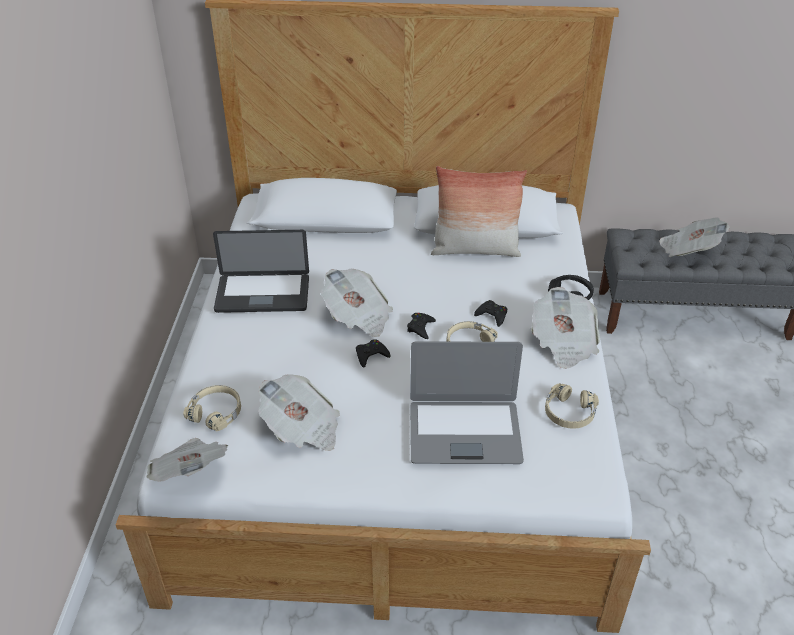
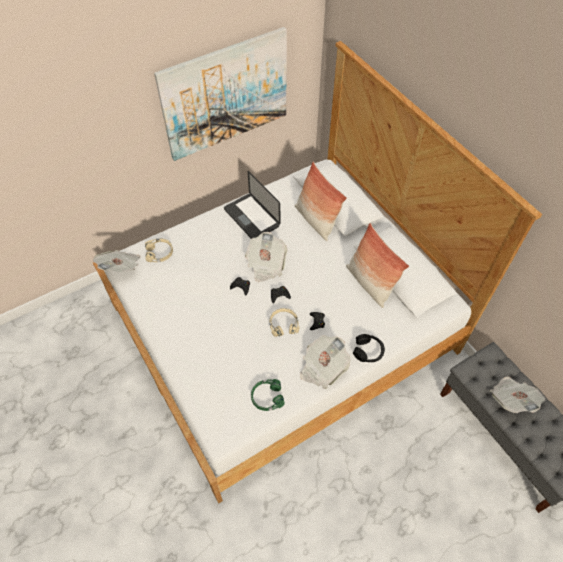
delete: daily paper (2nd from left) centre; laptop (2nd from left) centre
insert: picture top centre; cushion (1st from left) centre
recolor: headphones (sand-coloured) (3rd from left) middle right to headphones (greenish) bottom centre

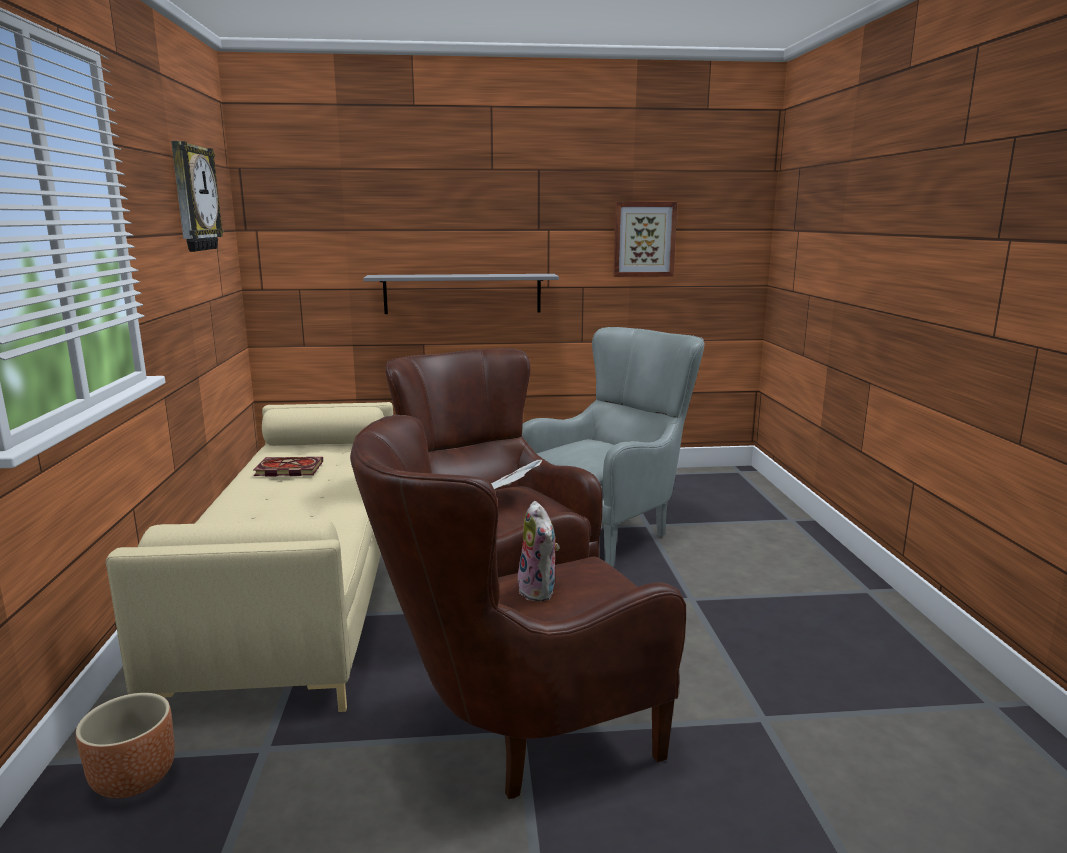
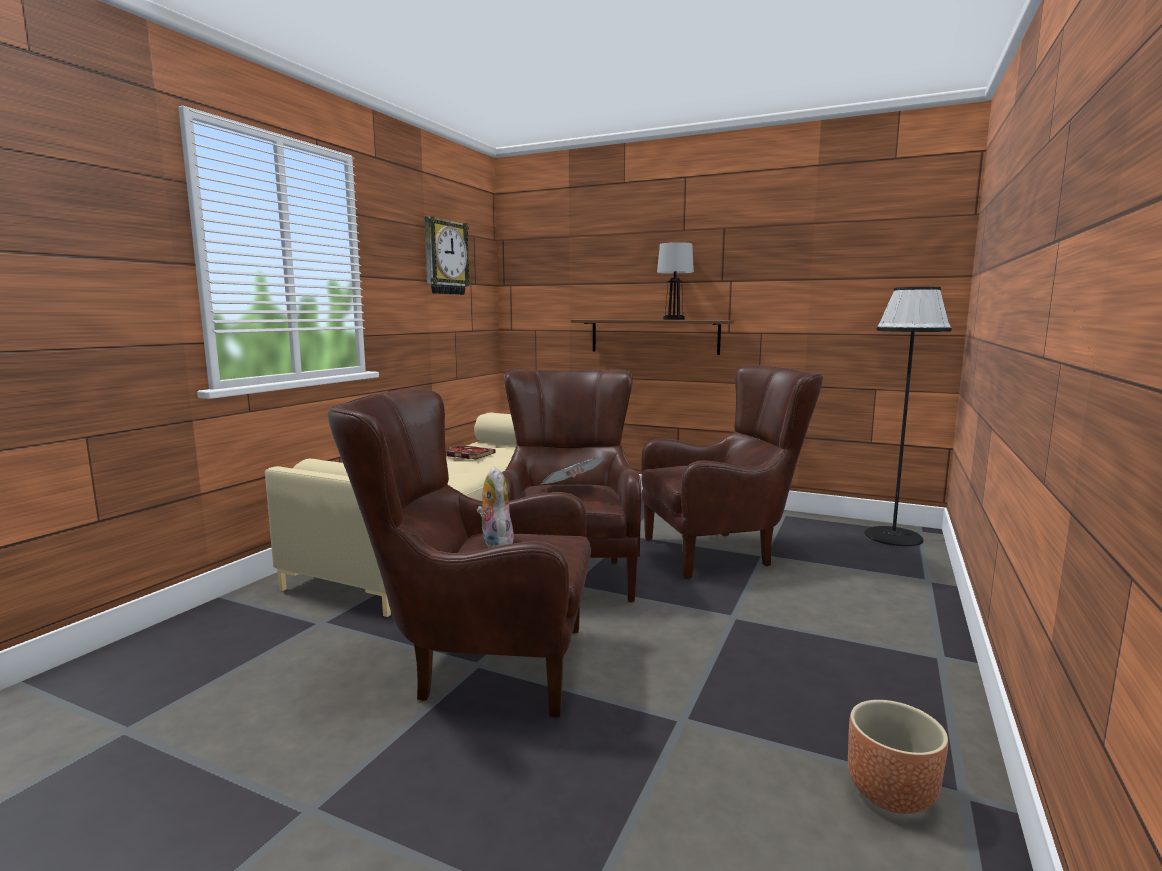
delete: picture top centre
insert: tabletop lamp top centre; floor lamp (black) middle right
move: flower pot (brown) bottom left to bottom right
recolor: wall shelf (gray) centre to wall shelf (brown) centre; armchair (gray) centre to armchair (brown) (3rd from left) centre
rotate: plush toy centre = centre 150 degrees clockwise

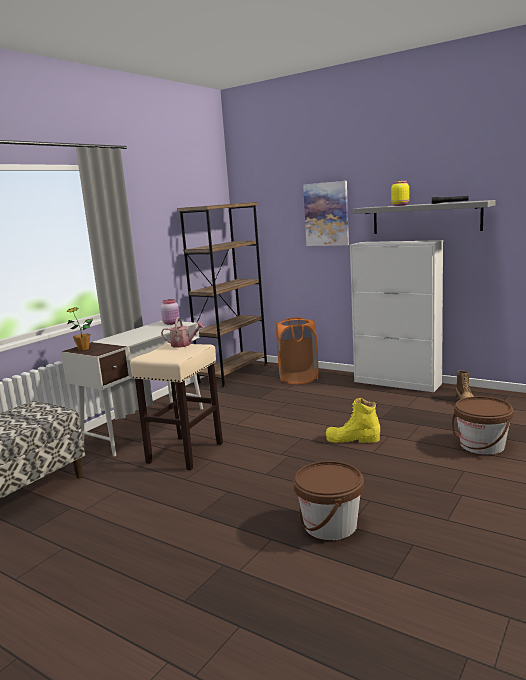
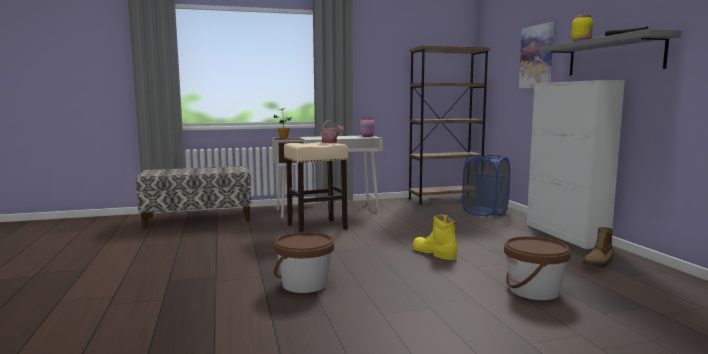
recolor: hamper (orangey) centre to hamper (blue) middle right

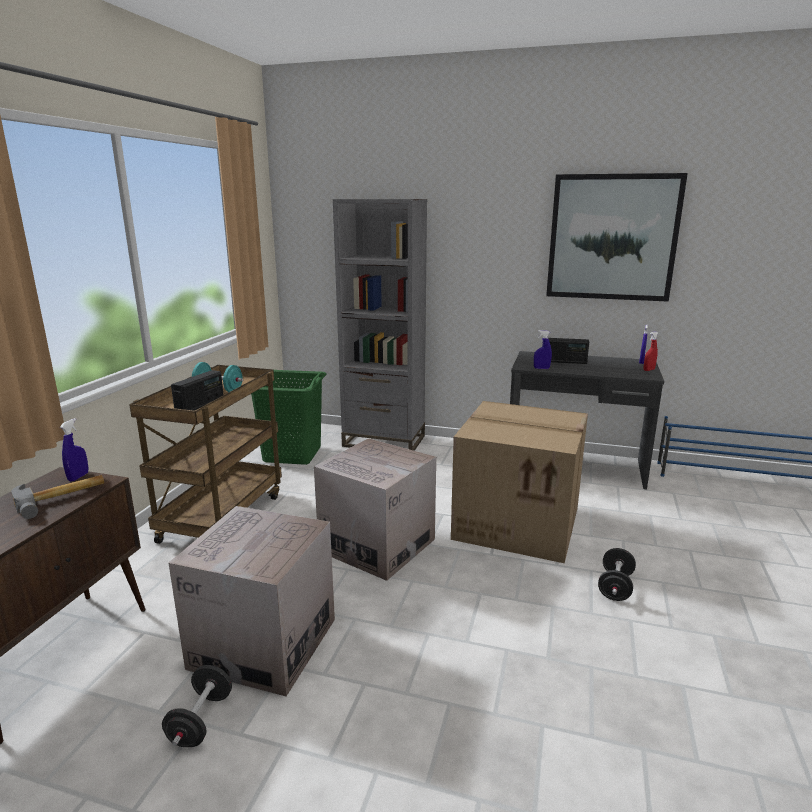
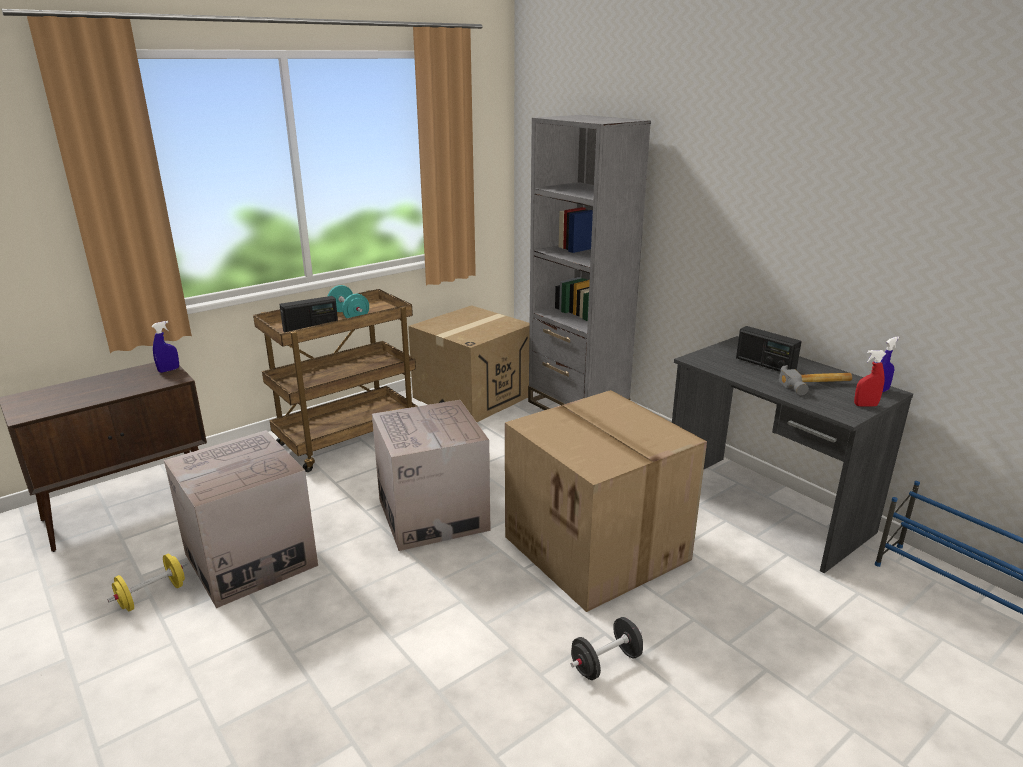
delete: hand sprayer (blue) (2nd from left) middle right; picture top right
move: tool hammer middle left to middle right
replace: hamper (greenish) centre to packing box (3rd from left) centre
recolor: free weight (black) (1st from left) bottom left to free weight (yellow-coloured) bottom left

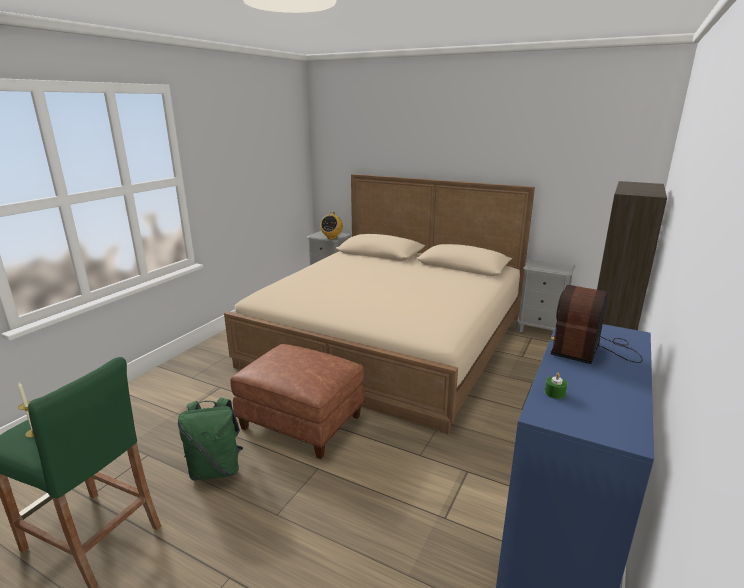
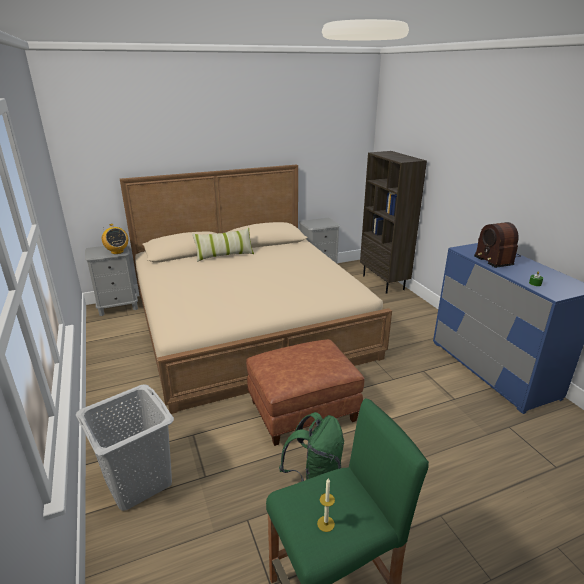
insert: hamper (gray) bottom left; cushion centre

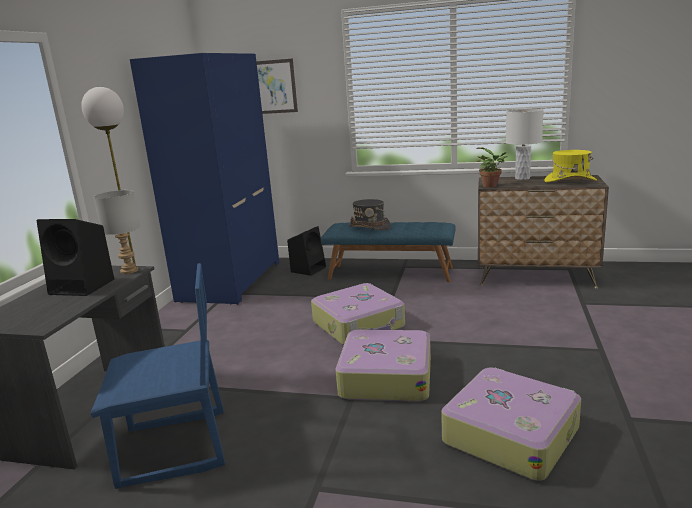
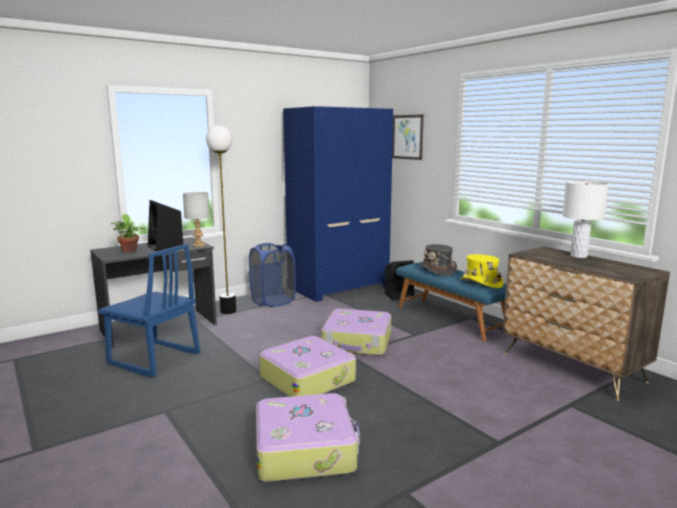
insert: hamper (blue) centre
move: houseplant top right to middle left; clothing hat (yellow-coloured) top right to middle right

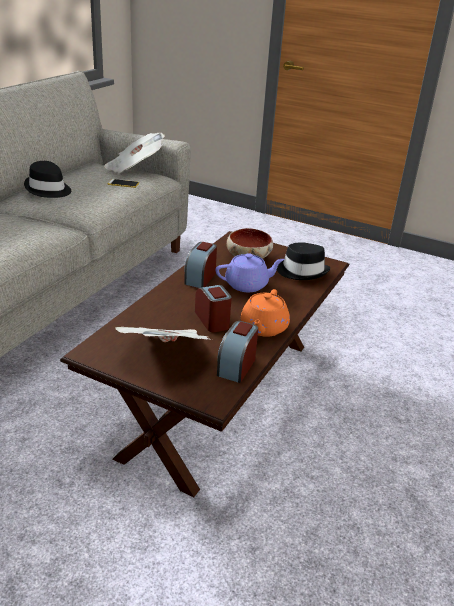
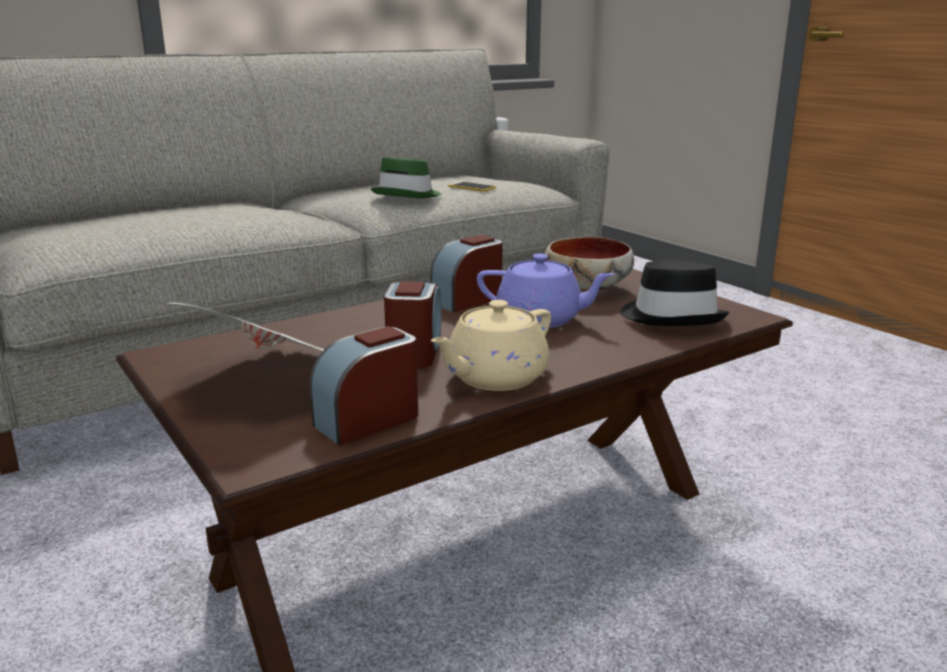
delete: clothing hat (black) (1st from left) top left; daily paper (1st from left) top left
insert: clothing hat (greenish) top centre
recolor: pot for tea (orangey) centre to pot for tea (sand-coloured) centre

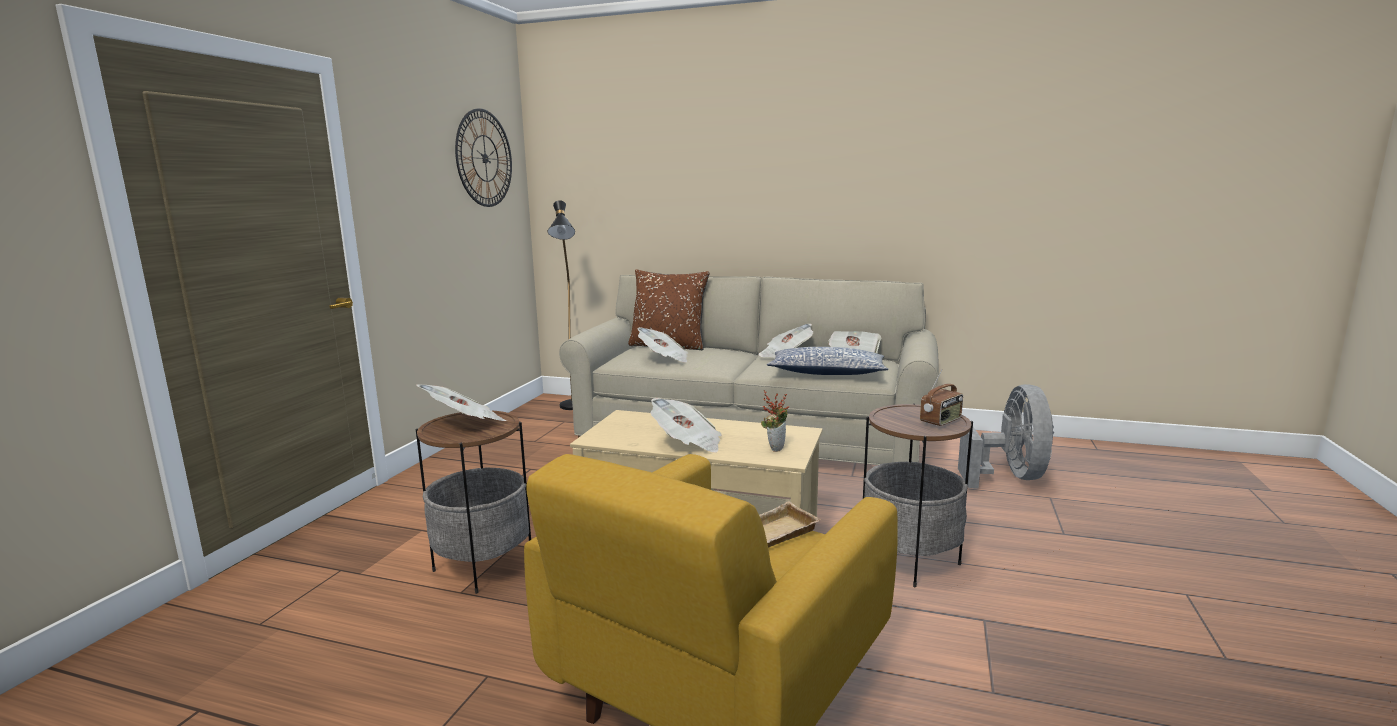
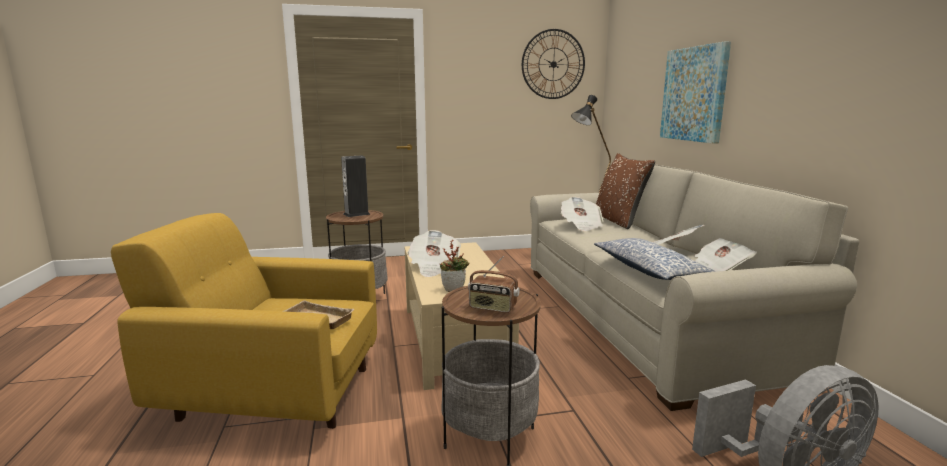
insert: picture top right
replace: daily paper (1st from left) middle left to speaker centre

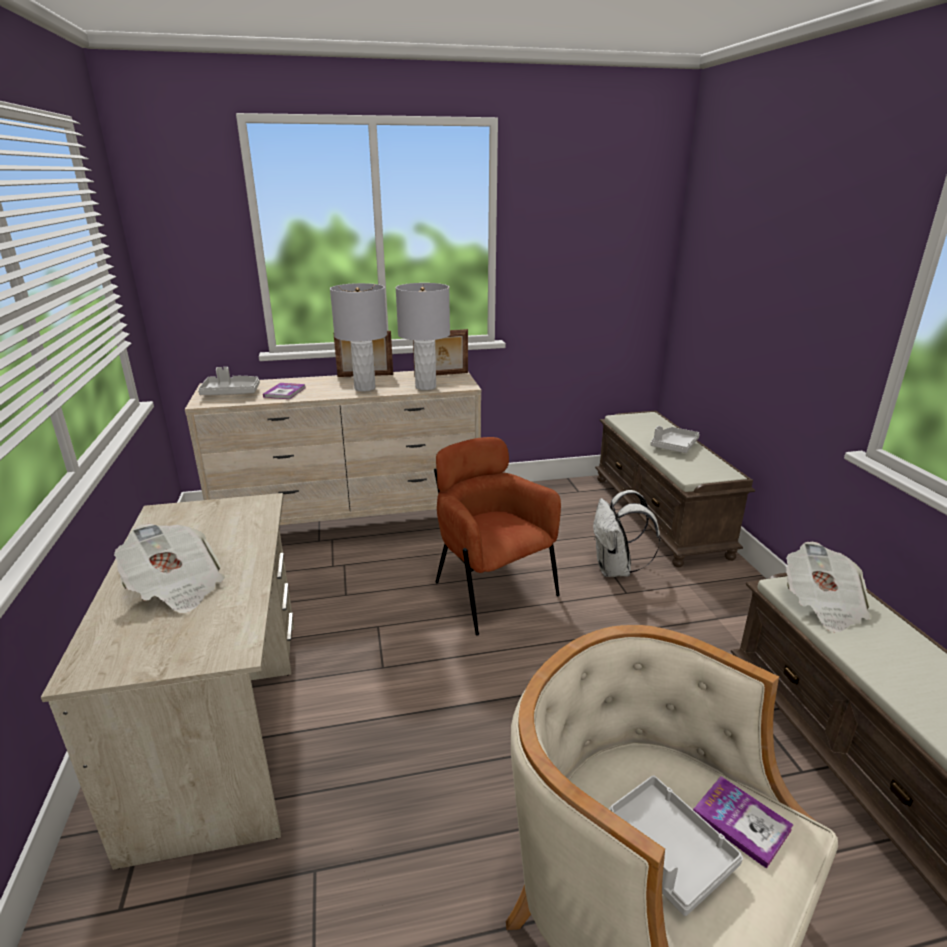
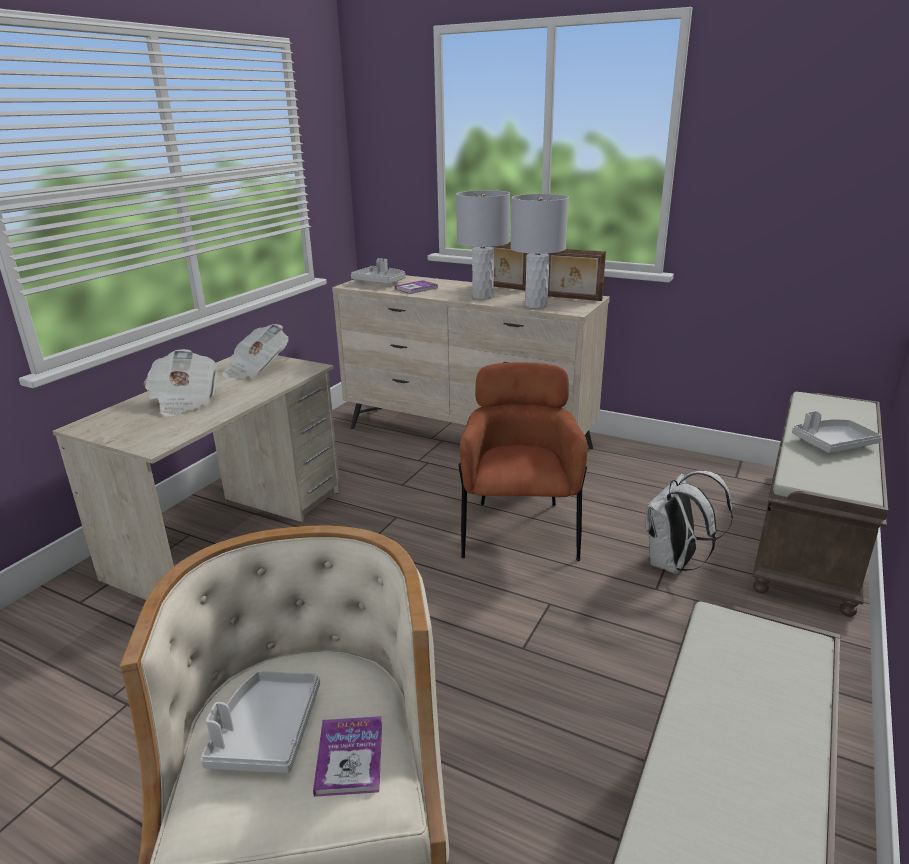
move: daily paper (2nd from left) middle right to middle left

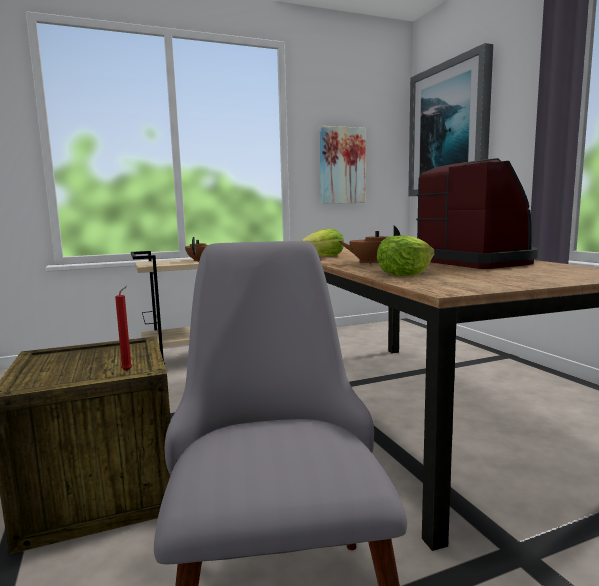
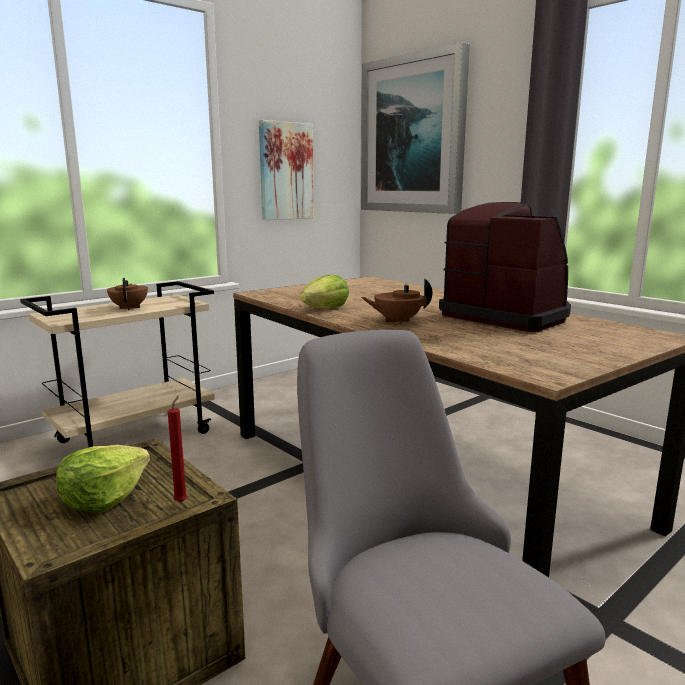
move: lettuce (2nd from left in the first image) middle right to lettuce (1st from left) bottom left

